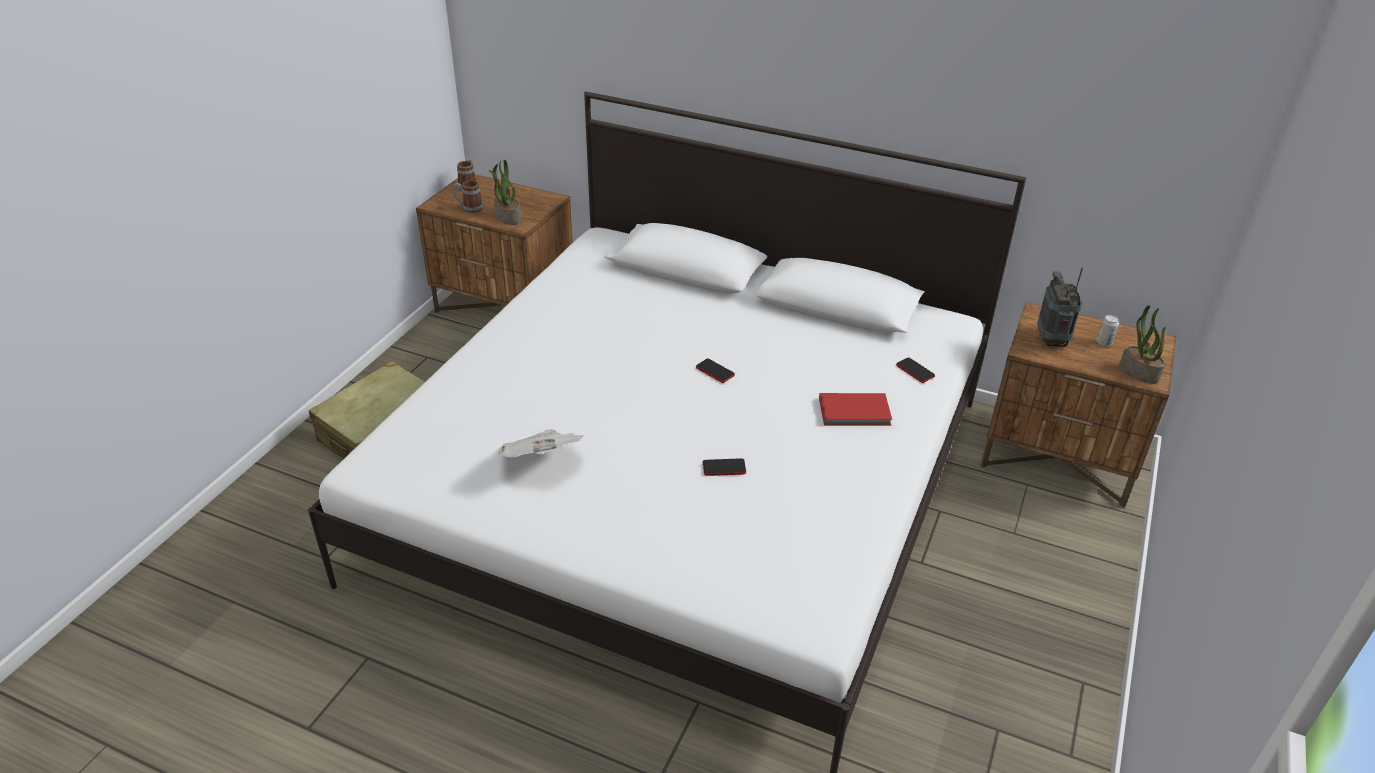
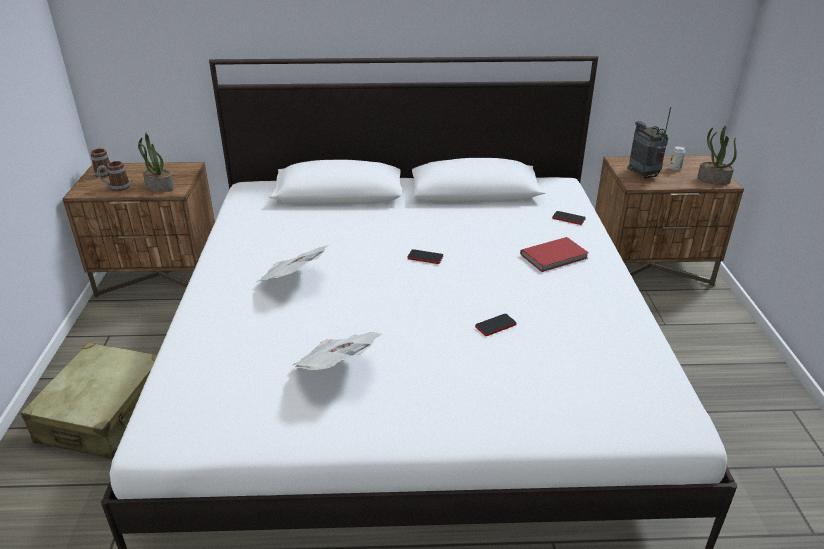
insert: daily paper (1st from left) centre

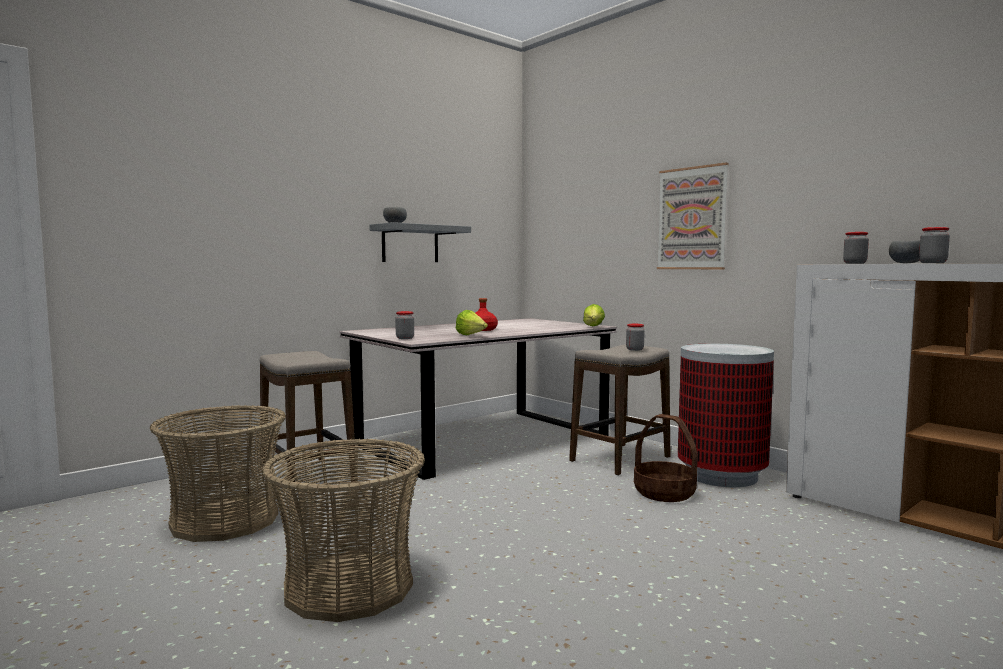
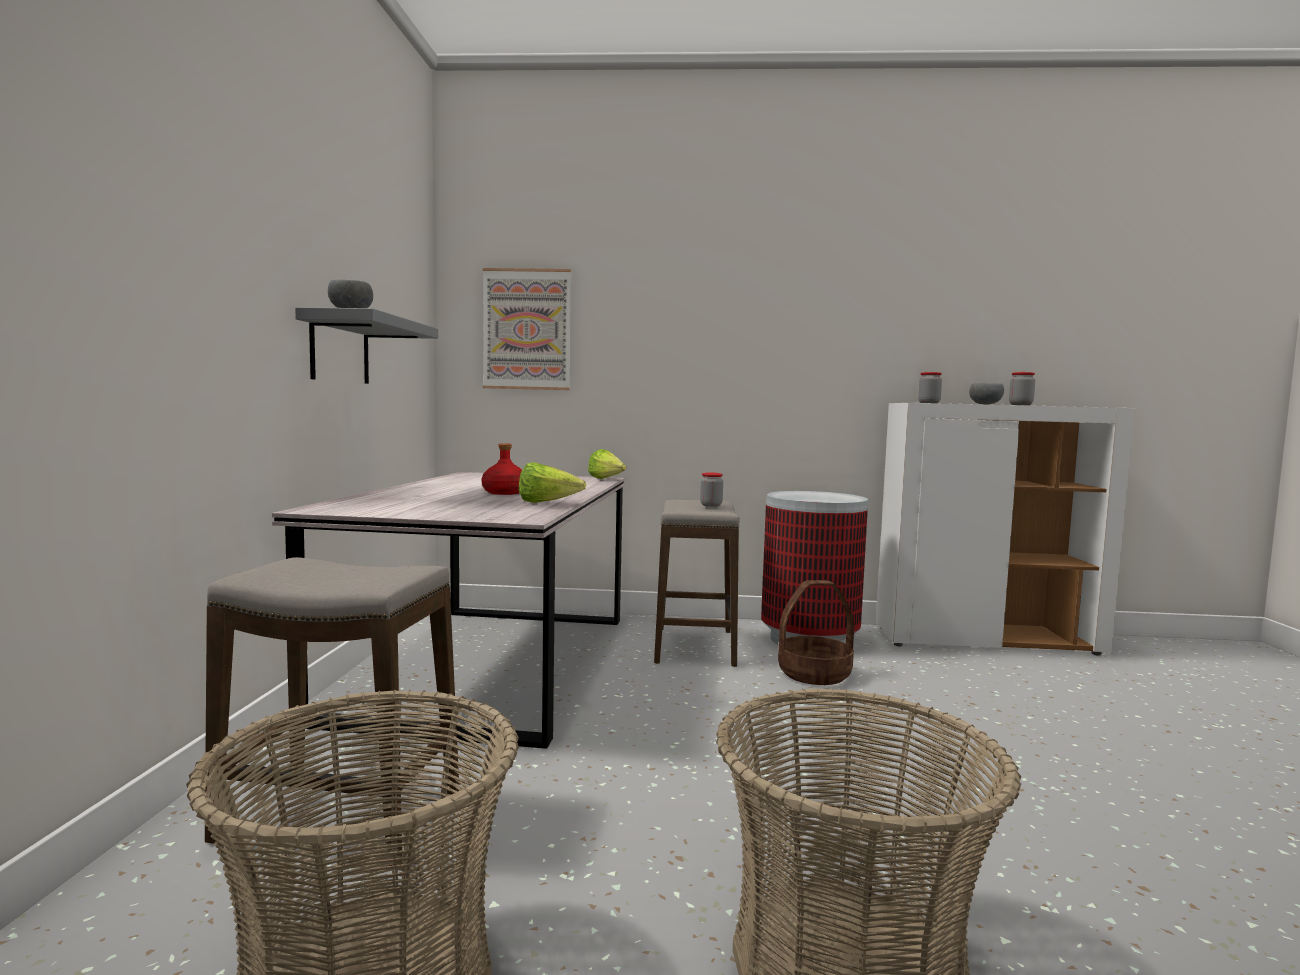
delete: preserve jar (1st from left) centre
move: picture top right to centre

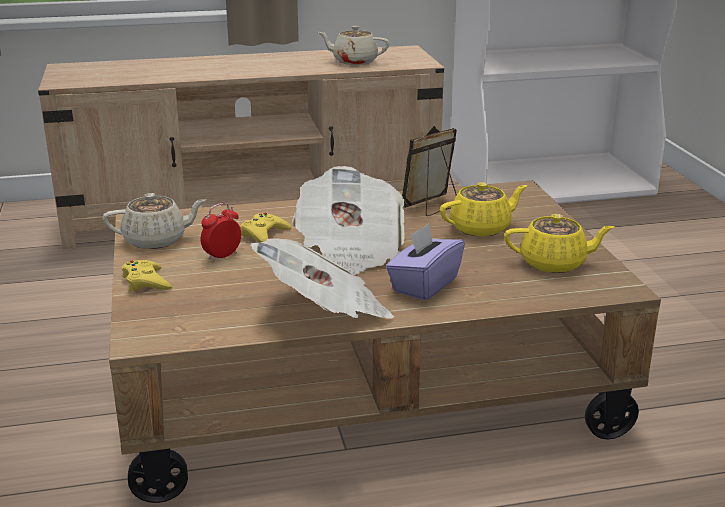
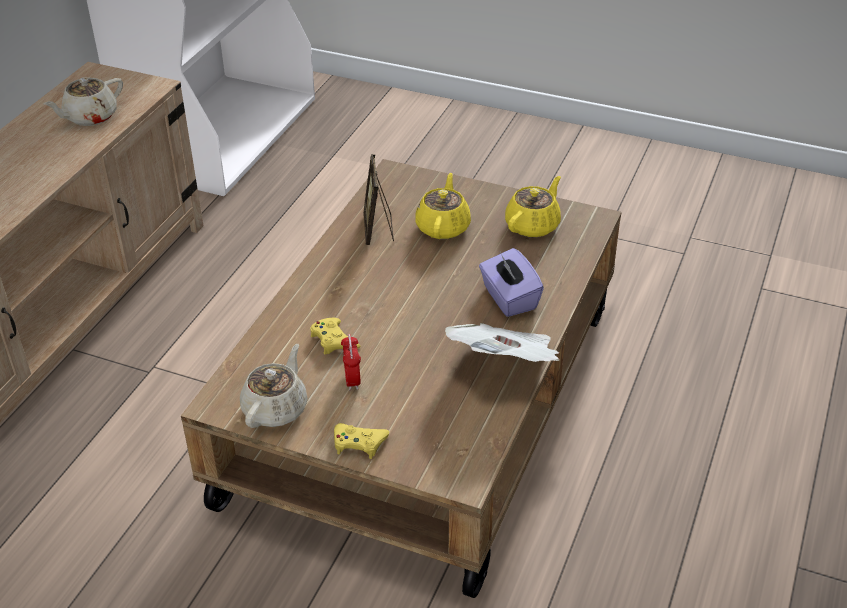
delete: daily paper (2nd from left) centre

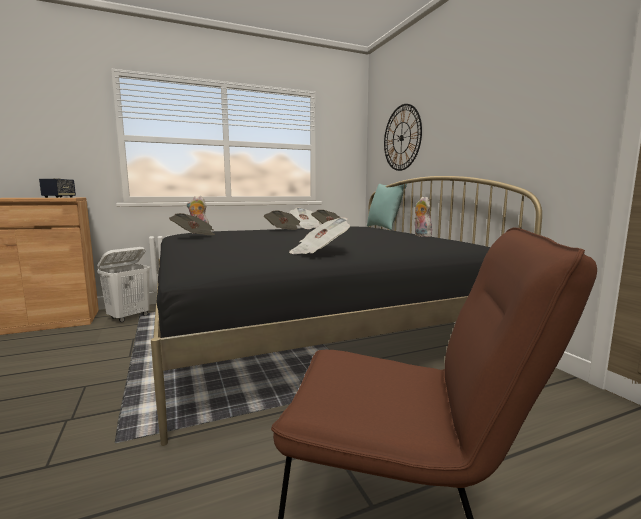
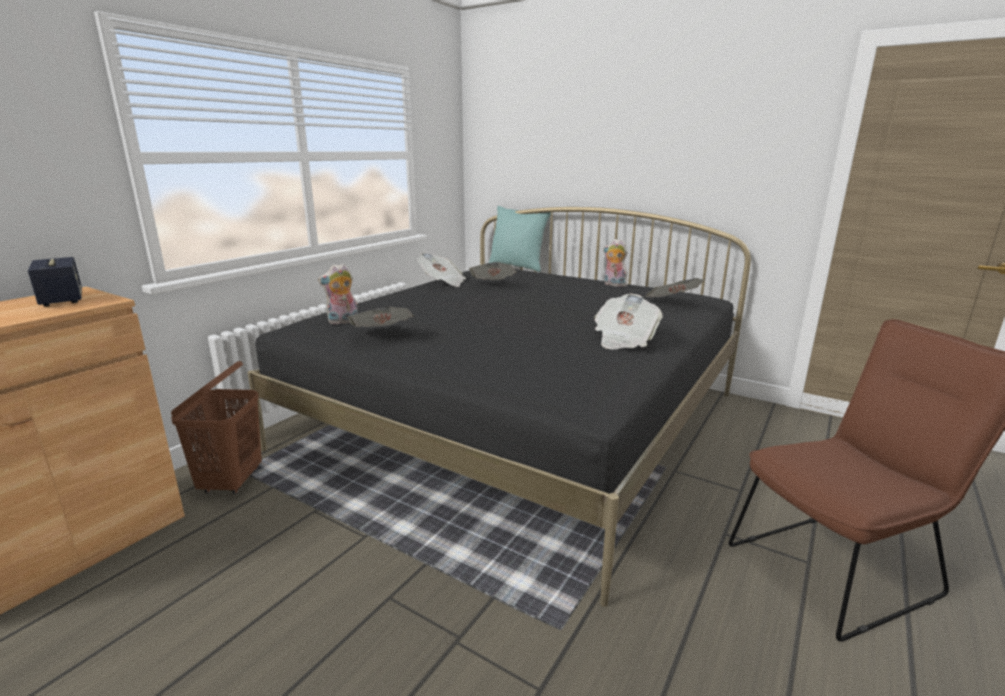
delete: clock on the wall top centre
move: daily paper (2nd from left in the first image) centre to daily paper (5th from left) middle right
recolor: hamper (white-coloured) middle left to hamper (brown) middle left

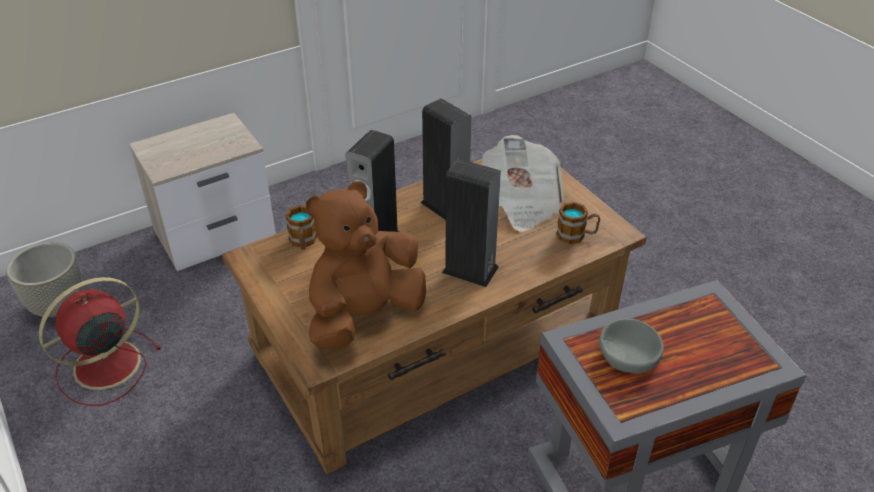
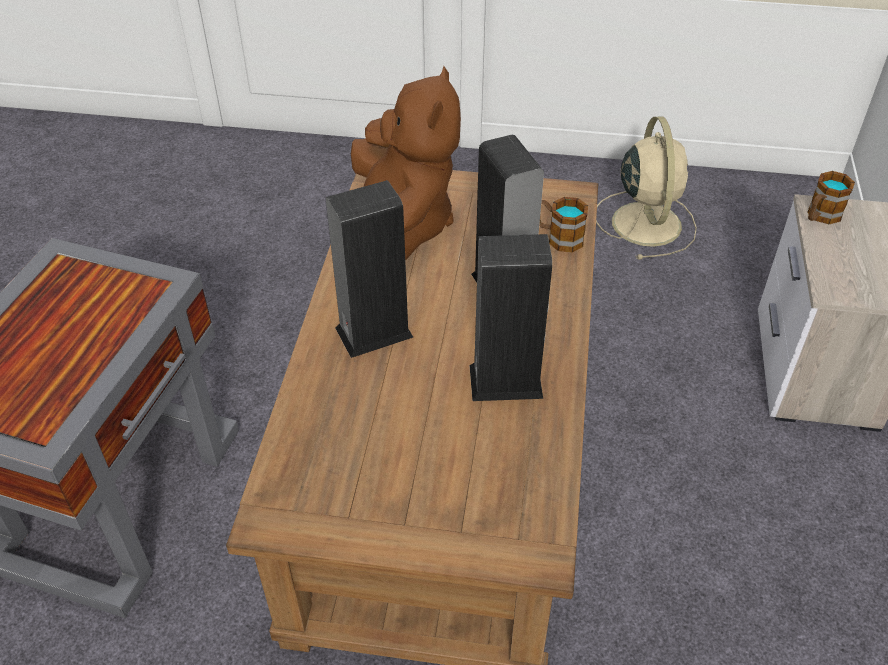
delete: flower pot (gray) middle left; daily paper centre; bowl (gray) bottom right
move: coffee mug (2nd from left) centre to top right
recolor: electric fan (reddish) bottom left to electric fan (sand-coloured) top right

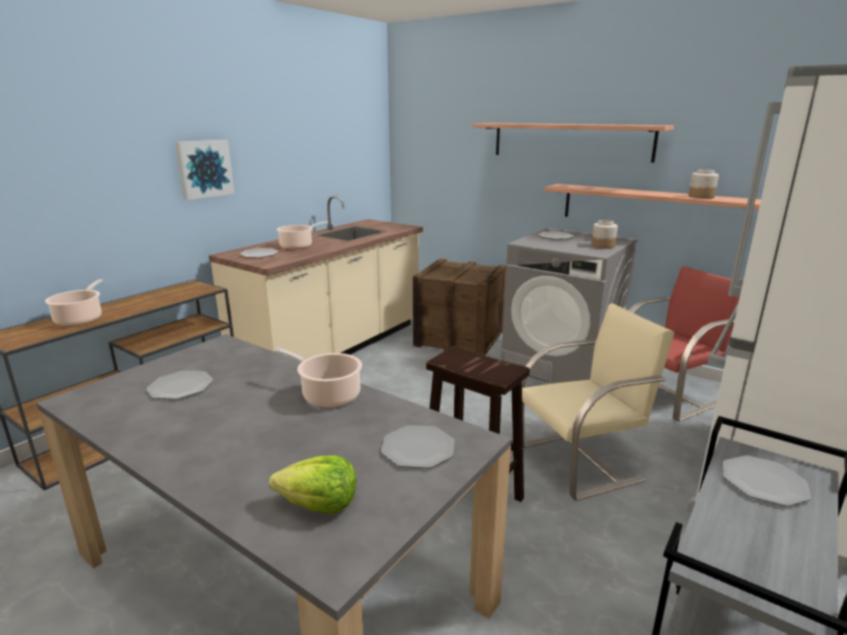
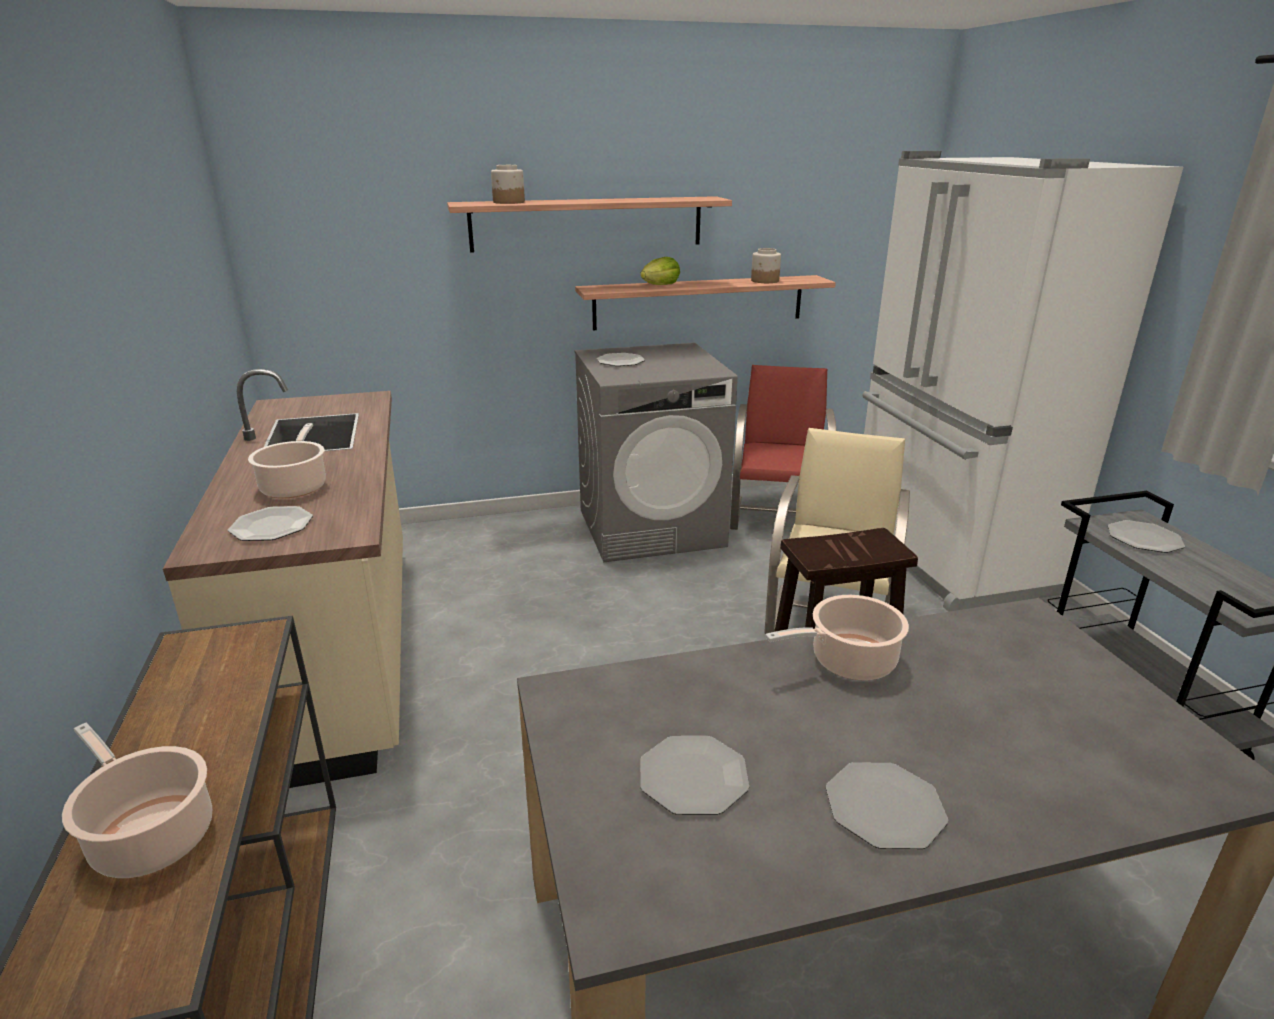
delete: picture top left; crate centre
move: preserve jar (1st from left) middle right to top centre; lettuce bottom centre to top centre; flat dish (3rd from left in the first image) bottom centre to flat dish (4th from left) bottom right

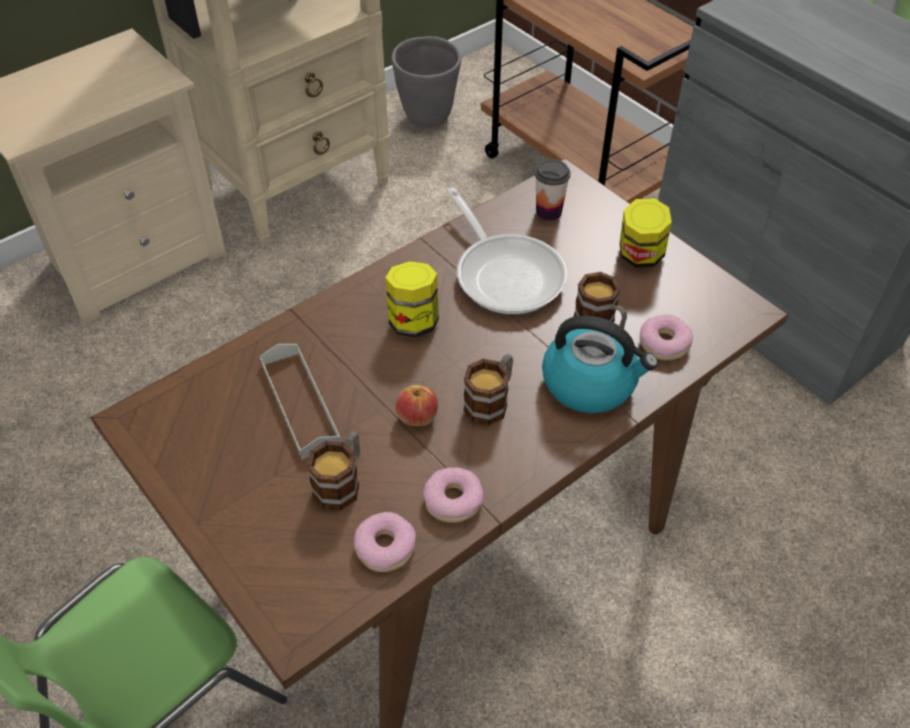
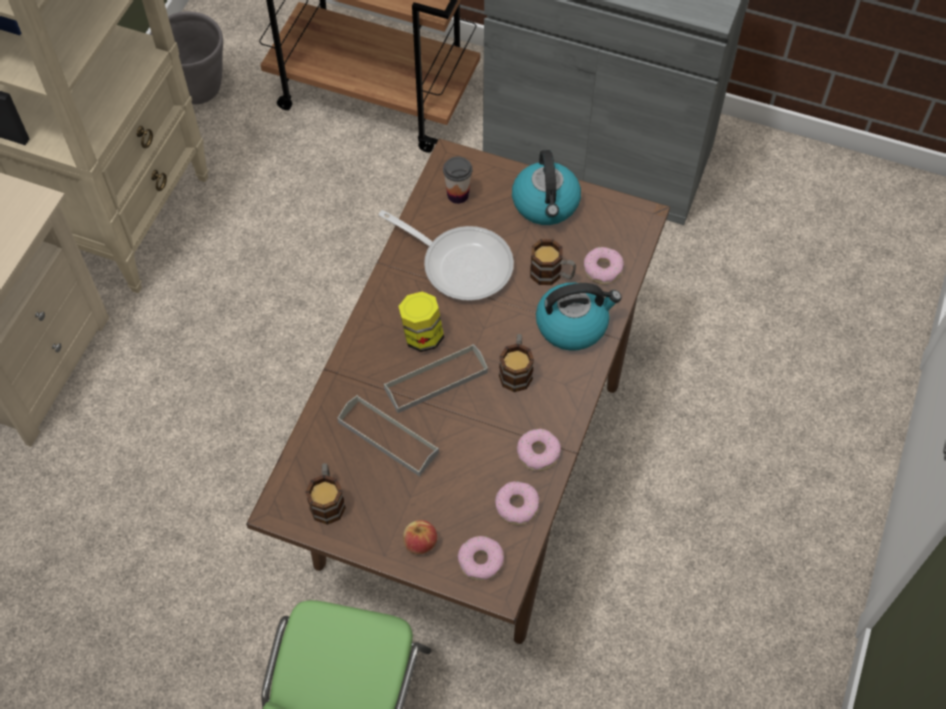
insert: serving tray (gray) (2nd from left) centre; ring doughnut (1st from left) bottom centre
move: coffee mug (1st from left) centre to bottom centre; apple centre to bottom centre
replace: preserve jar (2nd from left) top right to tea kettle (1st from left) top centre

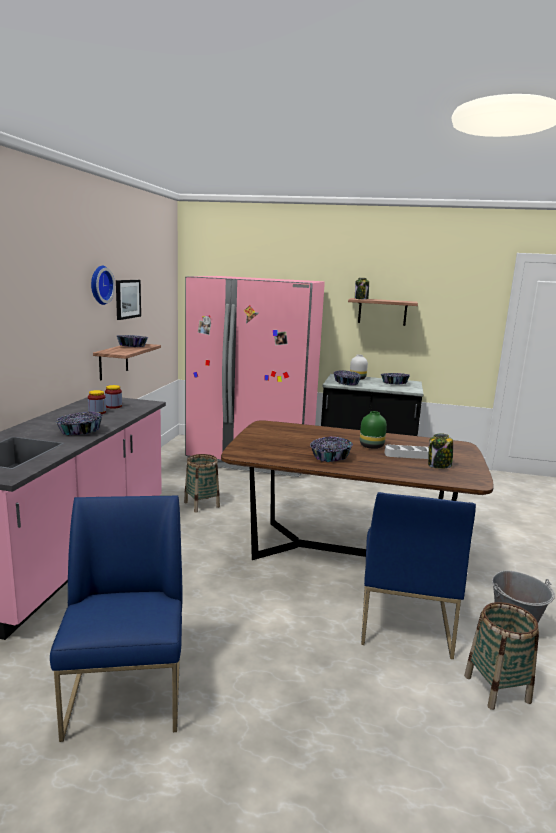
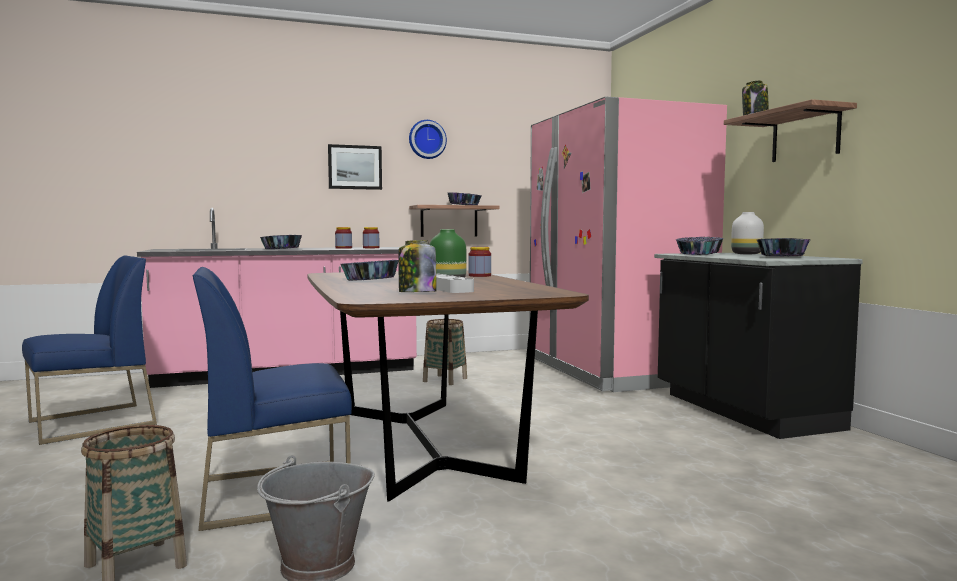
insert: preserve jar (4th from left) centre
move: picture middle left to top centre

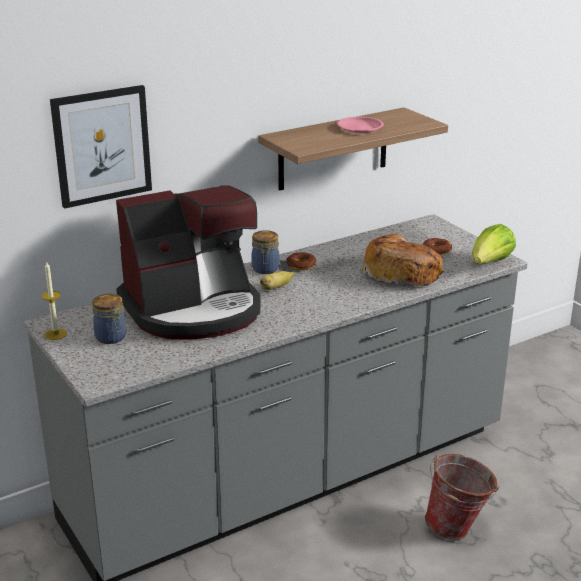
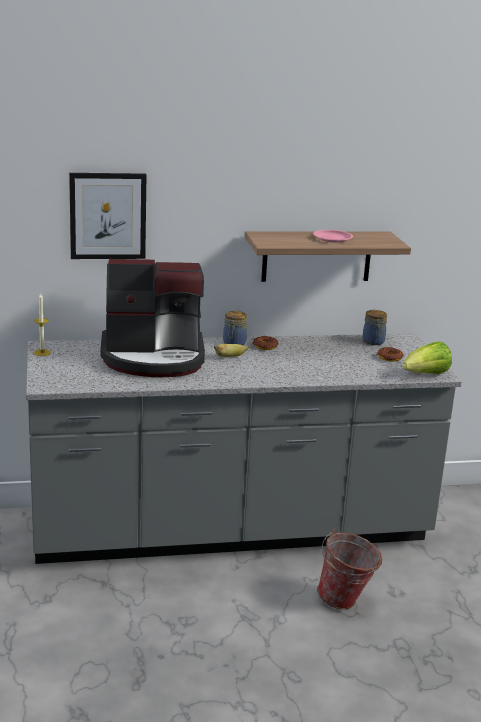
delete: bakery bread middle right
move: preserve jar (1st from left in the first image) middle left to preserve jar (2nd from left) middle right

